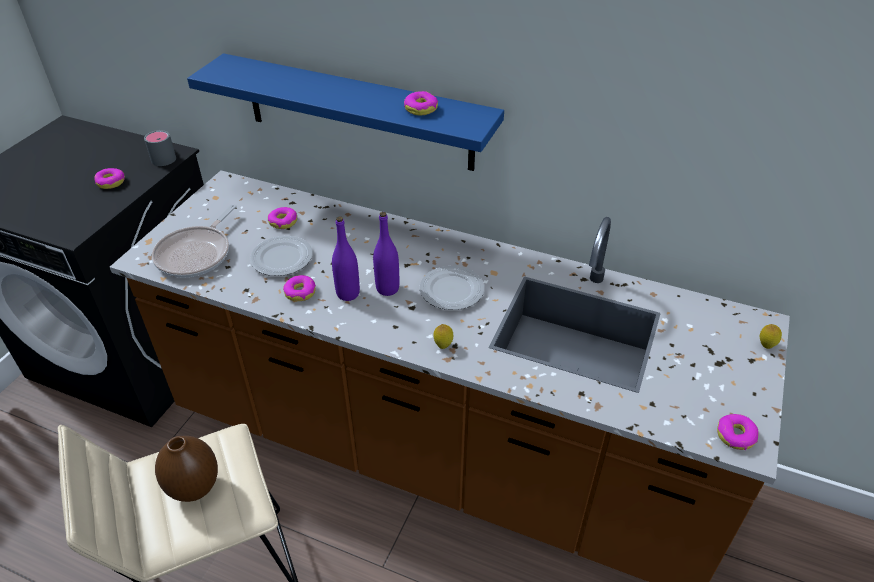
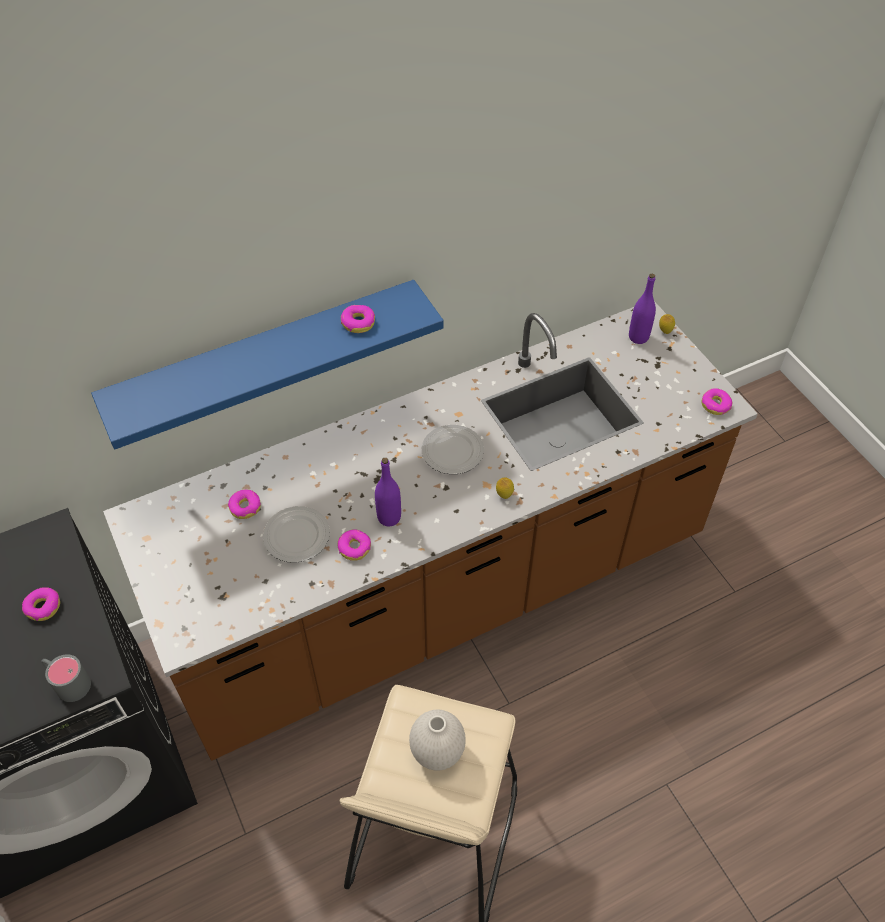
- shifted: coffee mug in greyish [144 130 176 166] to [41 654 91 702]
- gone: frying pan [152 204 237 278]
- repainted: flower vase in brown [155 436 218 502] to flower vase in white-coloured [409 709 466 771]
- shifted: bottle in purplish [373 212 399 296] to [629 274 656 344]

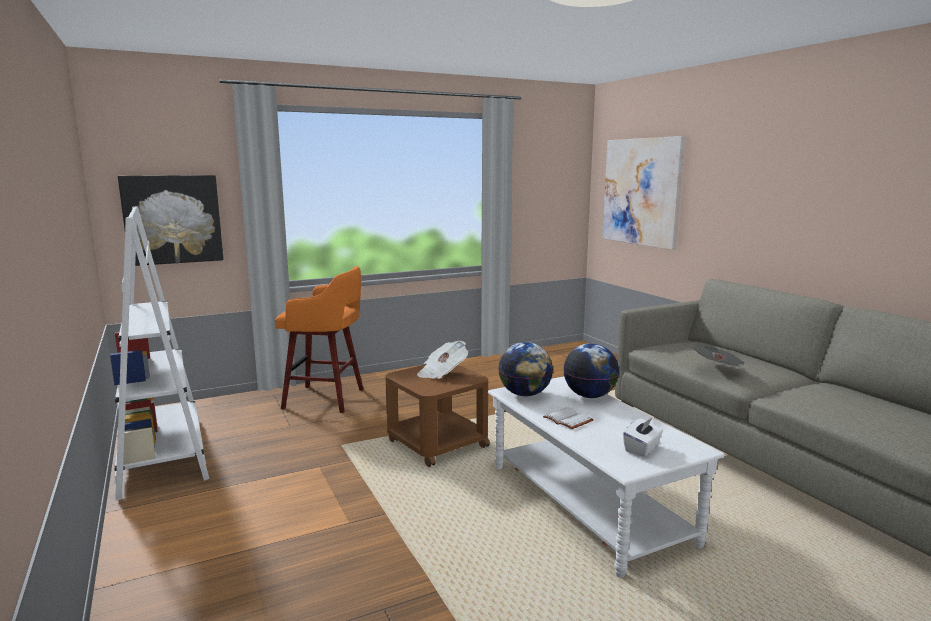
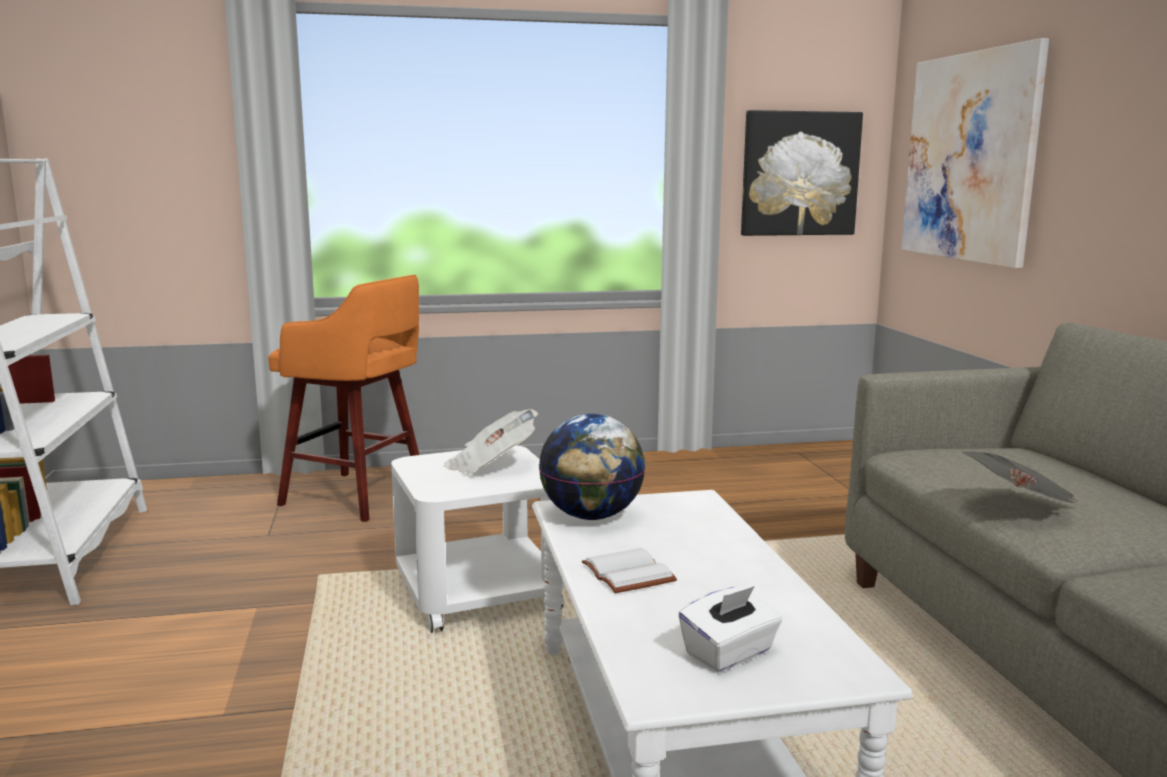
- shifted: wall picture [118 175 223 266] to [741 110 863 236]
- repainted: side table in brown [385 364 490 467] to side table in white-coloured [391 446 564 633]
- gone: world globe [564 343 619 398]

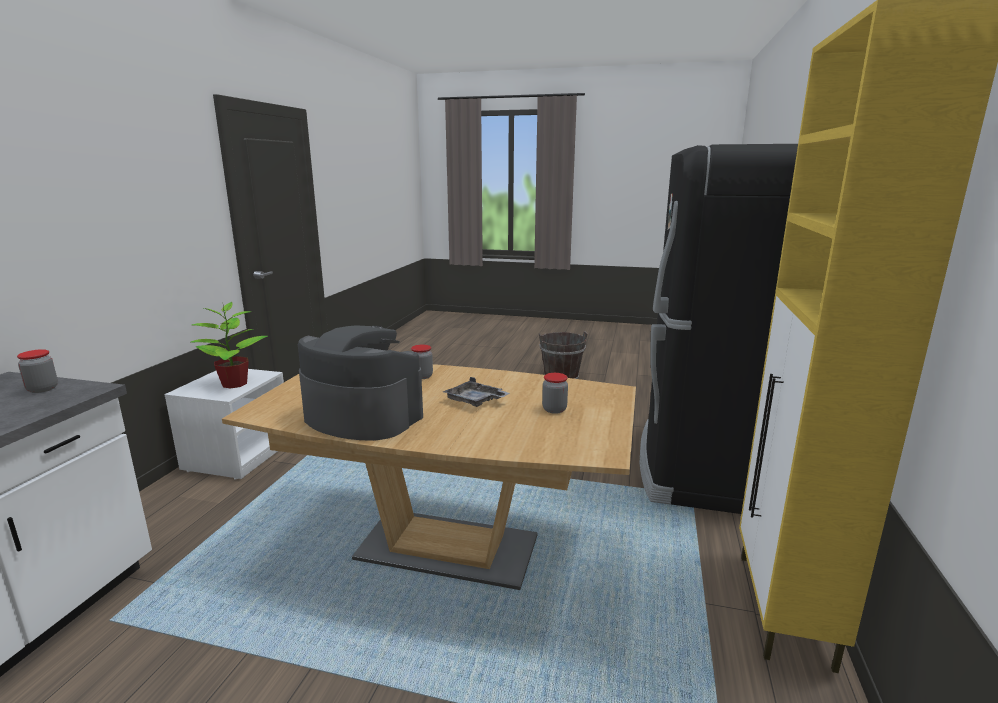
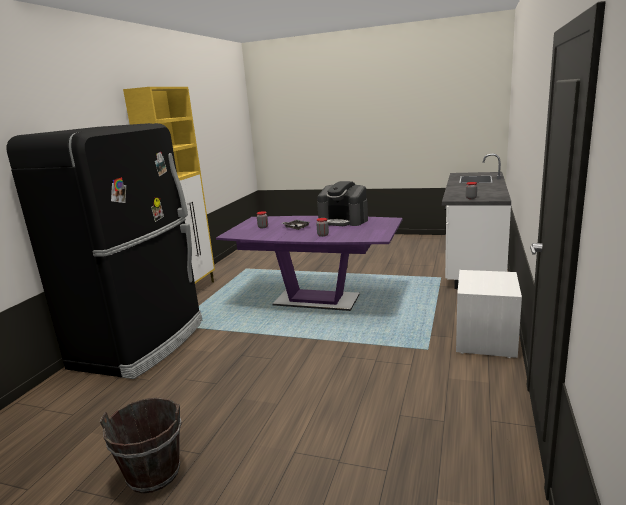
- gone: potted plant [191 301 268 389]
- repainted: dinner table in brown [222 364 636 590] to dinner table in purplish [216 216 403 311]

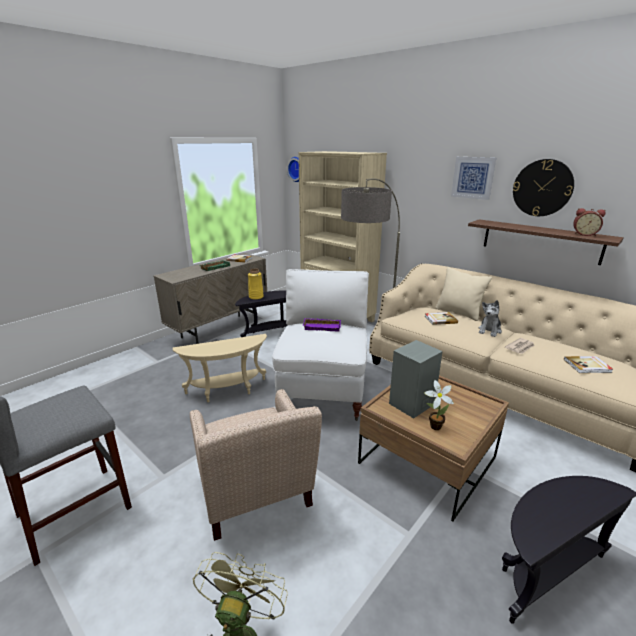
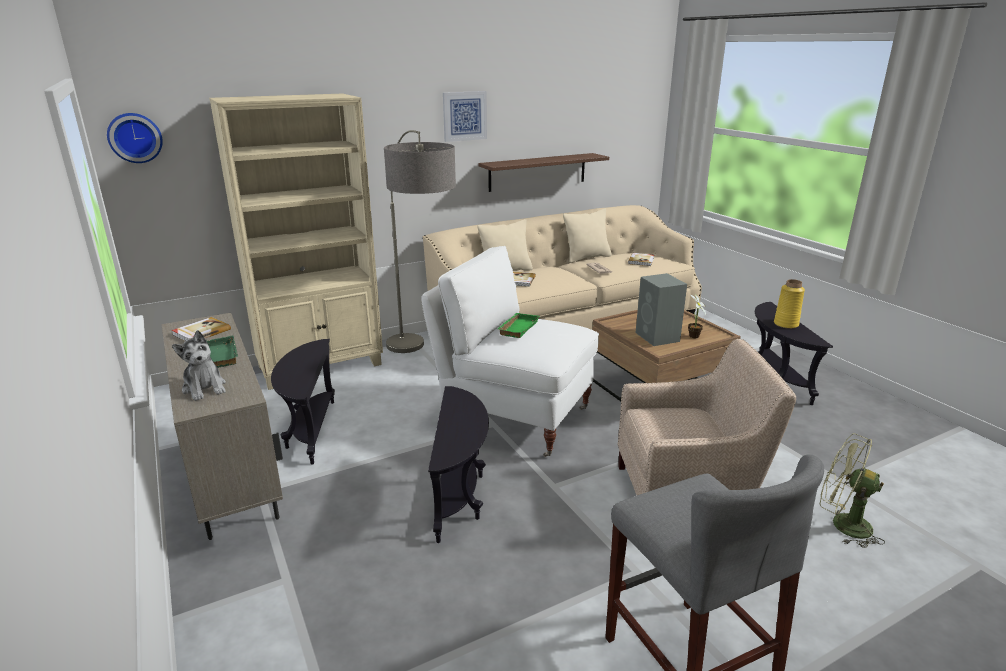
- repainted: side table in sand-coloured [173 334 267 402] to side table in black [428 386 489 543]
- shifted: flower vase in yellowish [248 269 264 300] to [774 279 805 329]
- repainted: serving tray in purplish [303 318 341 331] to serving tray in green [498 313 539 338]
- shifted: soft toy [479 300 502 337] to [172 330 226 401]
- gone: clock on the wall [513 159 574 216]
- gone: bedside clock [573 208 606 236]
- new: throw pillow in sand-coloured [563 209 612 263]

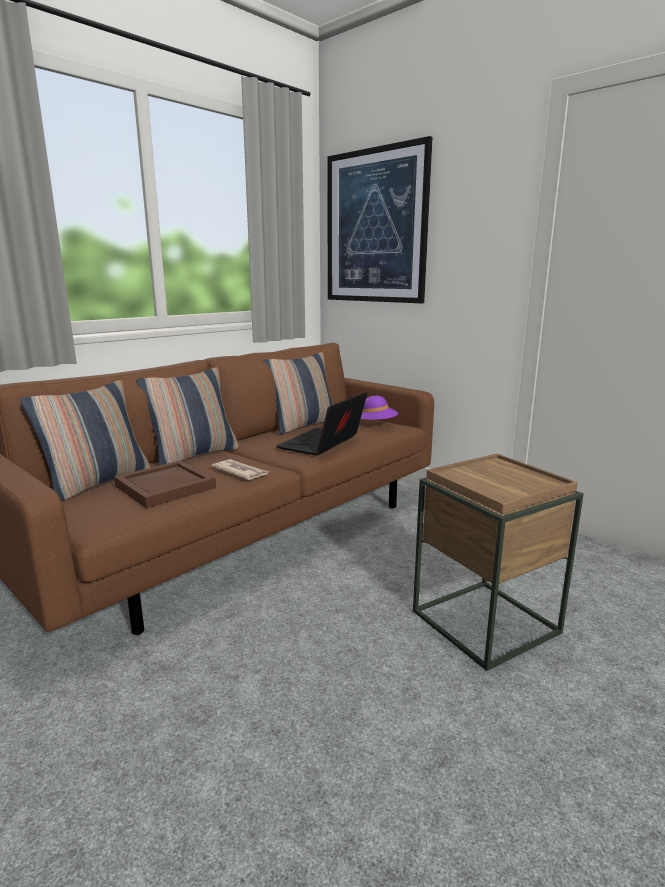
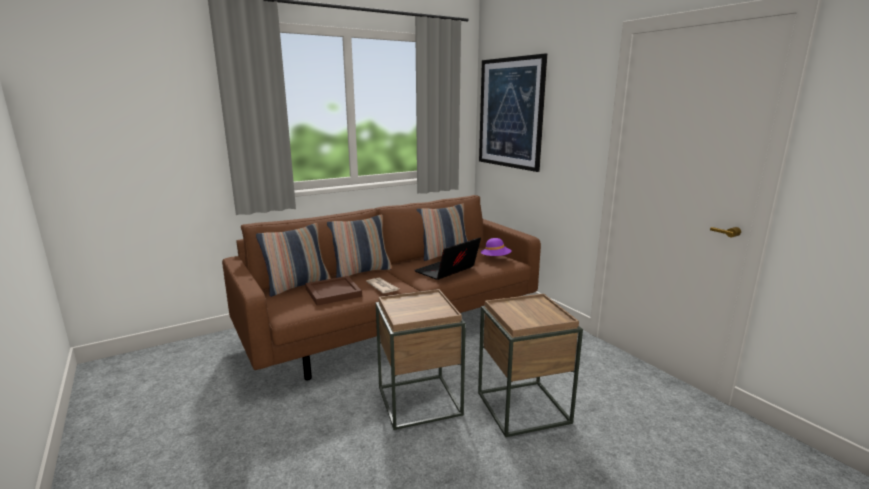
- new: side table in brown [376 289 466 430]

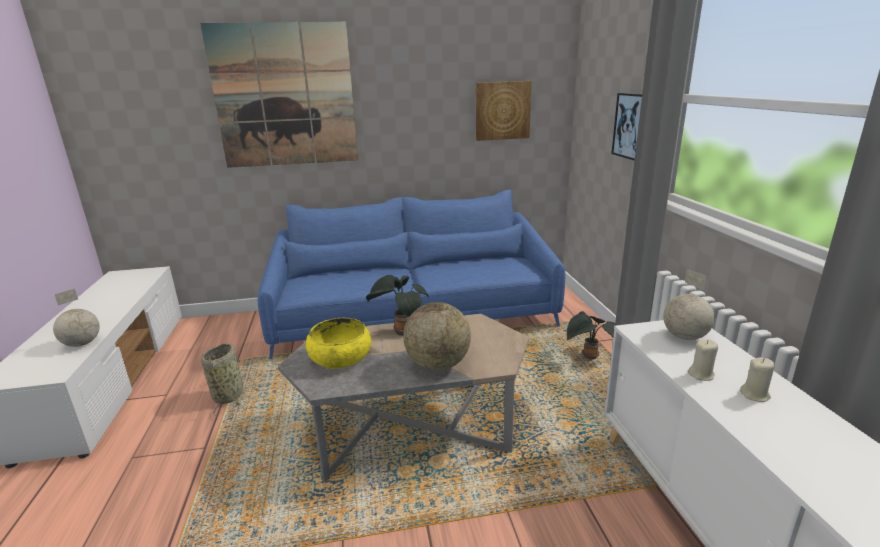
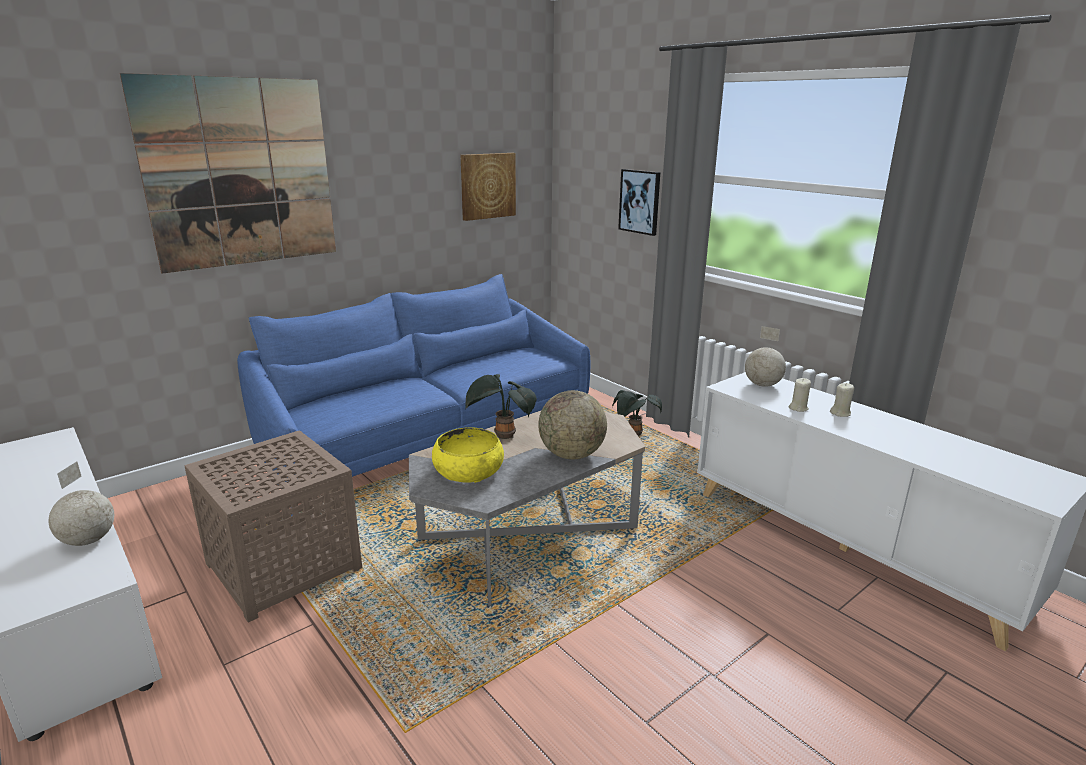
- swapped: basket [201 343 243 416] to side table in brown [184 430 362 622]

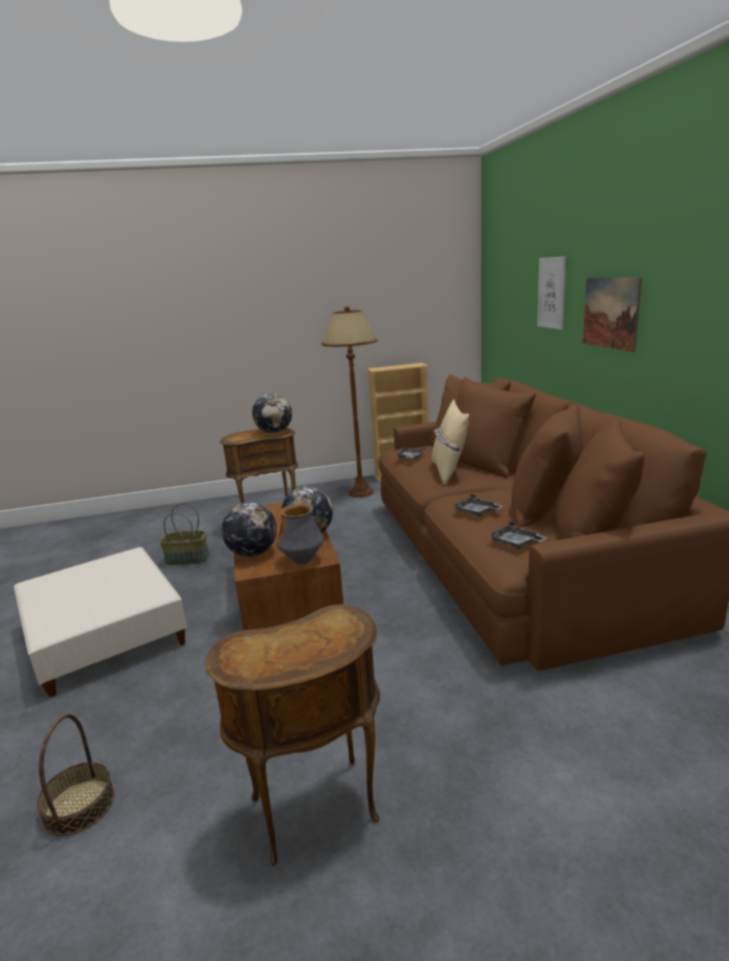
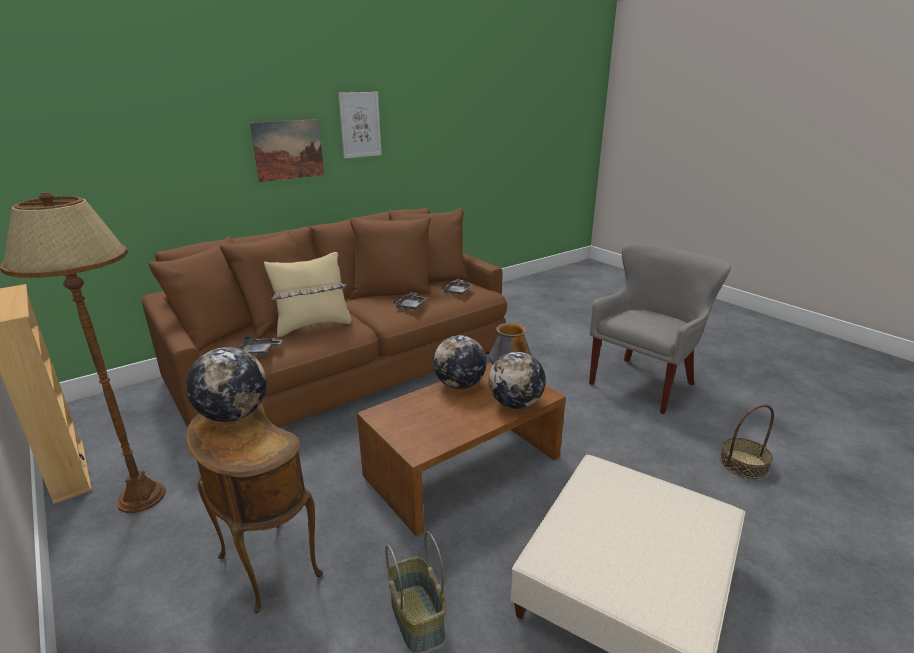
- swapped: side table in brown [205 604 380 866] to armchair in greyish [589 243 731 414]
- shifted: wall picture [537 256 566 330] to [338 92 381 159]

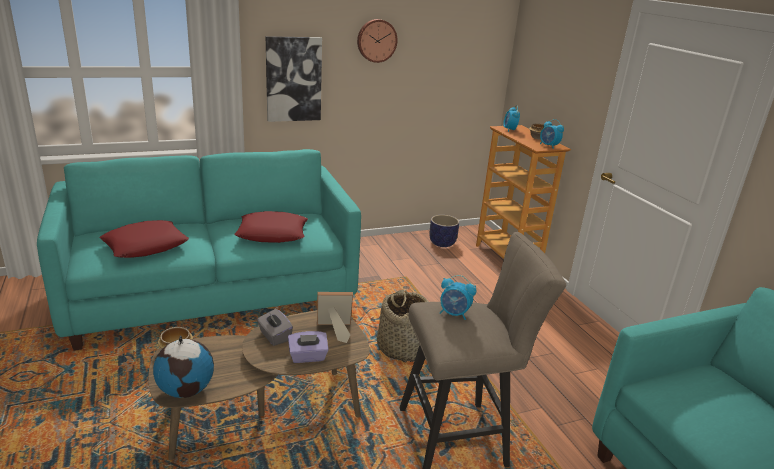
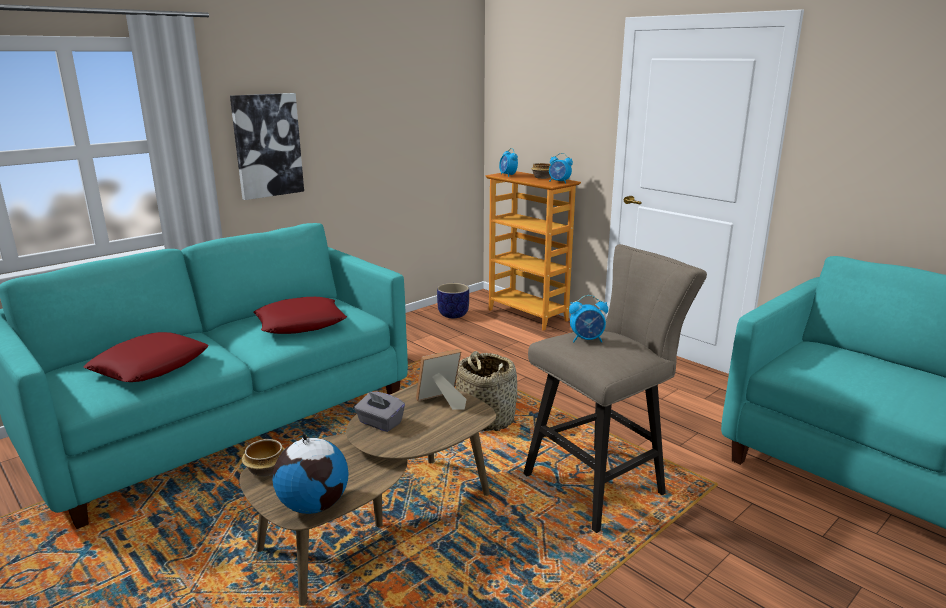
- gone: box of tissues in purplish [288 331 329 363]
- gone: clock on the wall [357 19 398 63]

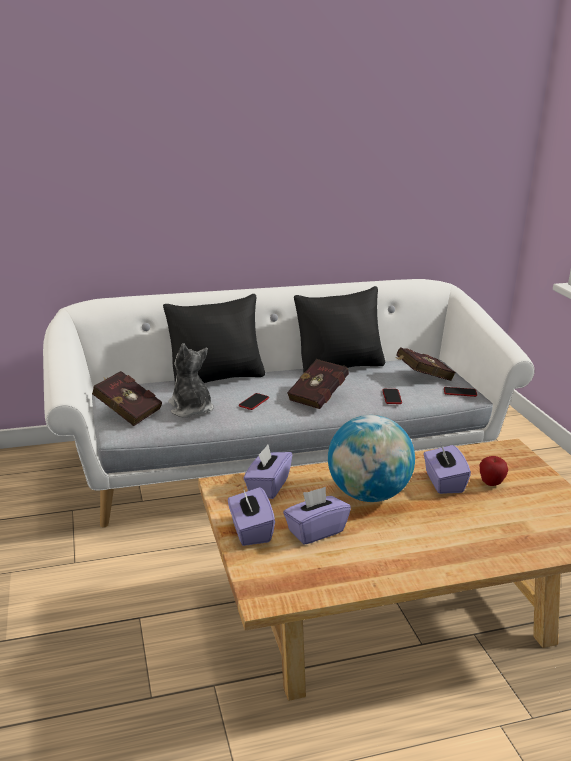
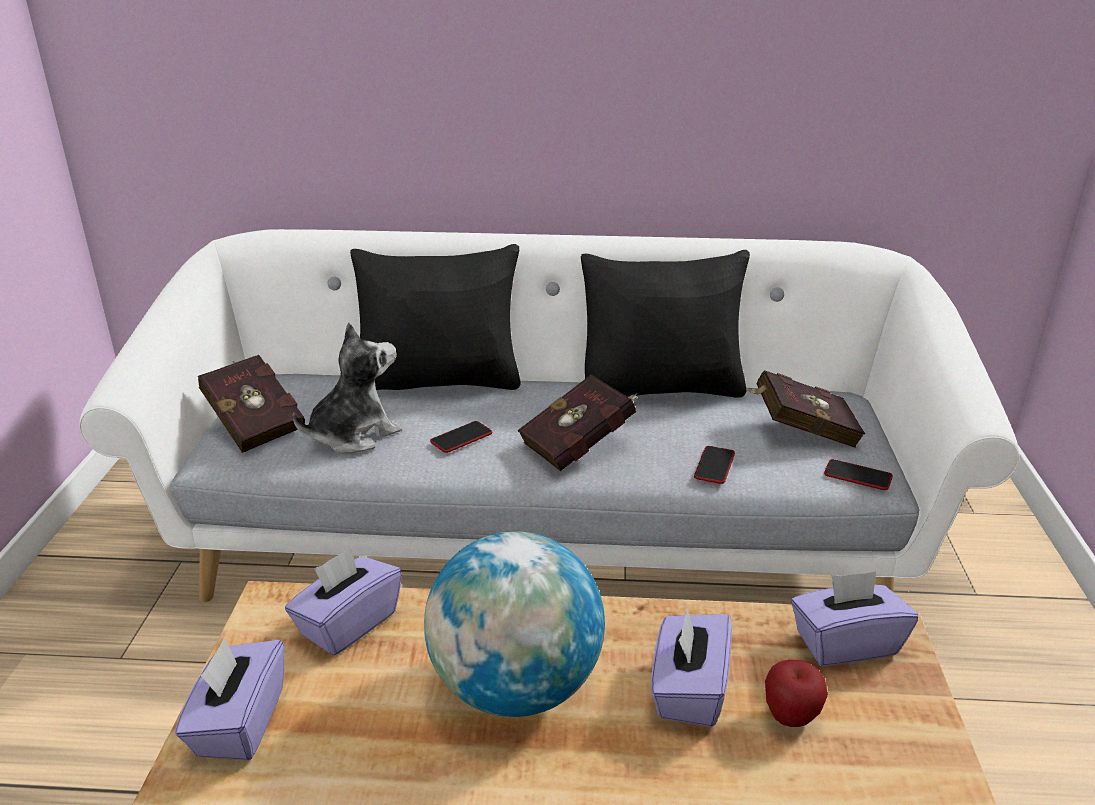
- rotated: soft toy [168 343 214 418] = [292 323 402 453] 60 degrees clockwise
- shifted: box of tissues in purplish [283 487 351 545] to [791 571 918 666]

